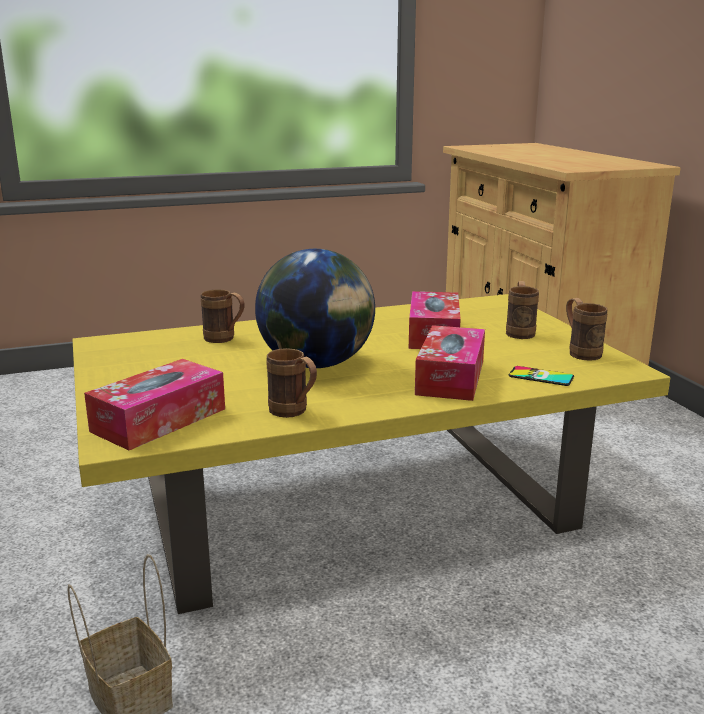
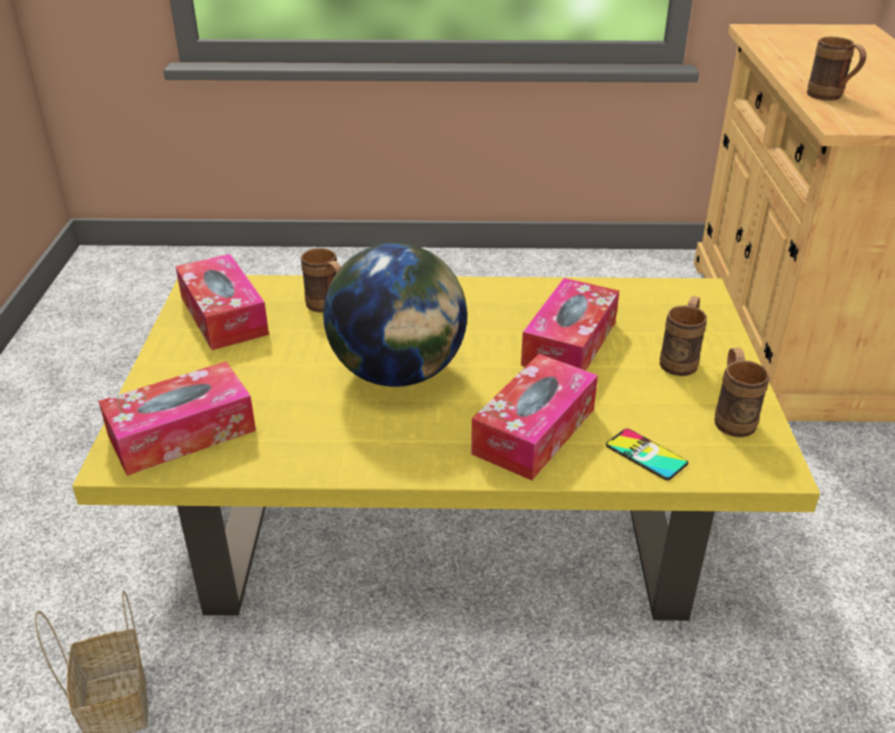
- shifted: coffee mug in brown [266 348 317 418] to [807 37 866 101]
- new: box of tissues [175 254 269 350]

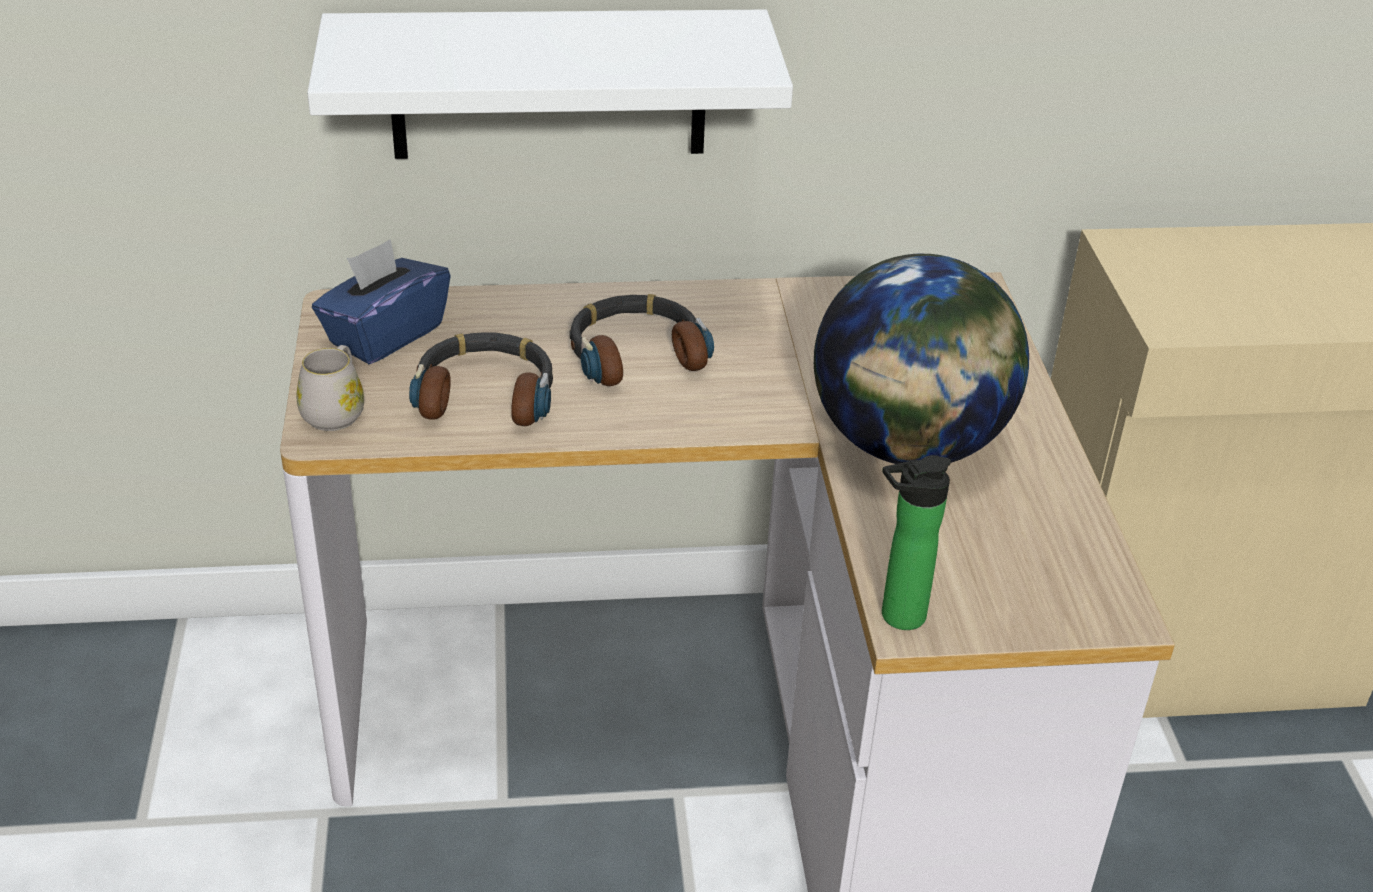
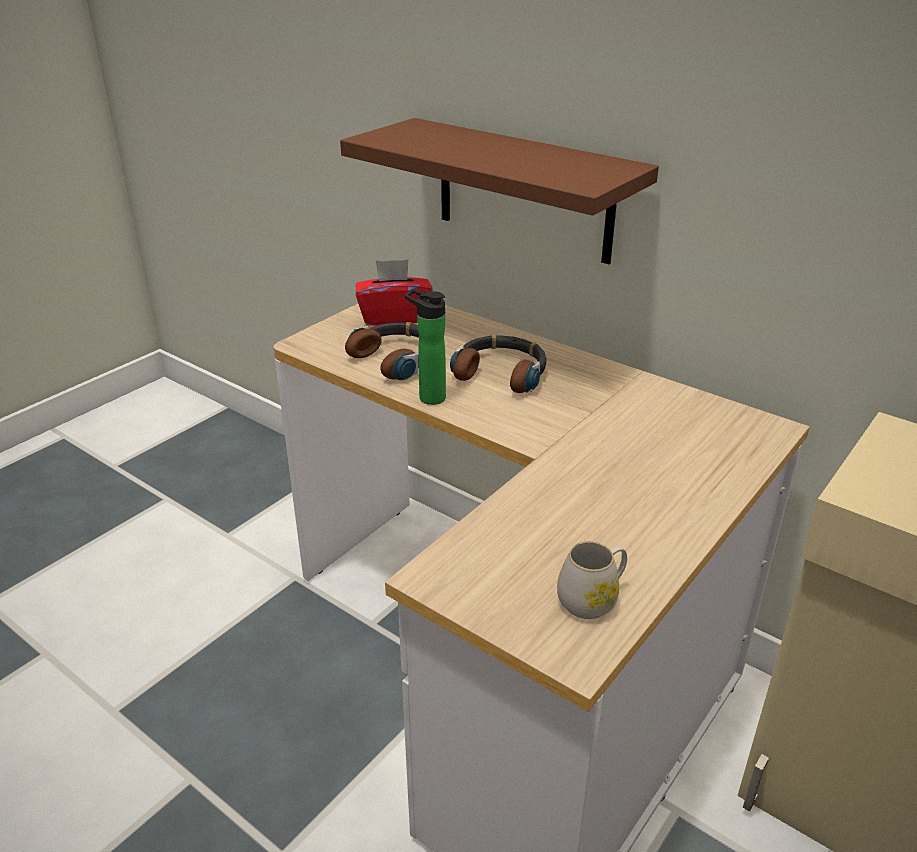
- shifted: coffee mug in white-coloured [297 345 364 431] to [557 541 627 619]
- repainted: shelf in white-coloured [307 10 793 159] to shelf in brown [340 118 659 264]
- repainted: box of tissues in blue [312 239 451 364] to box of tissues in red [356 260 433 325]
- gone: world globe [814 254 1029 464]
- shifted: bottle [882 455 951 630] to [405 289 446 405]

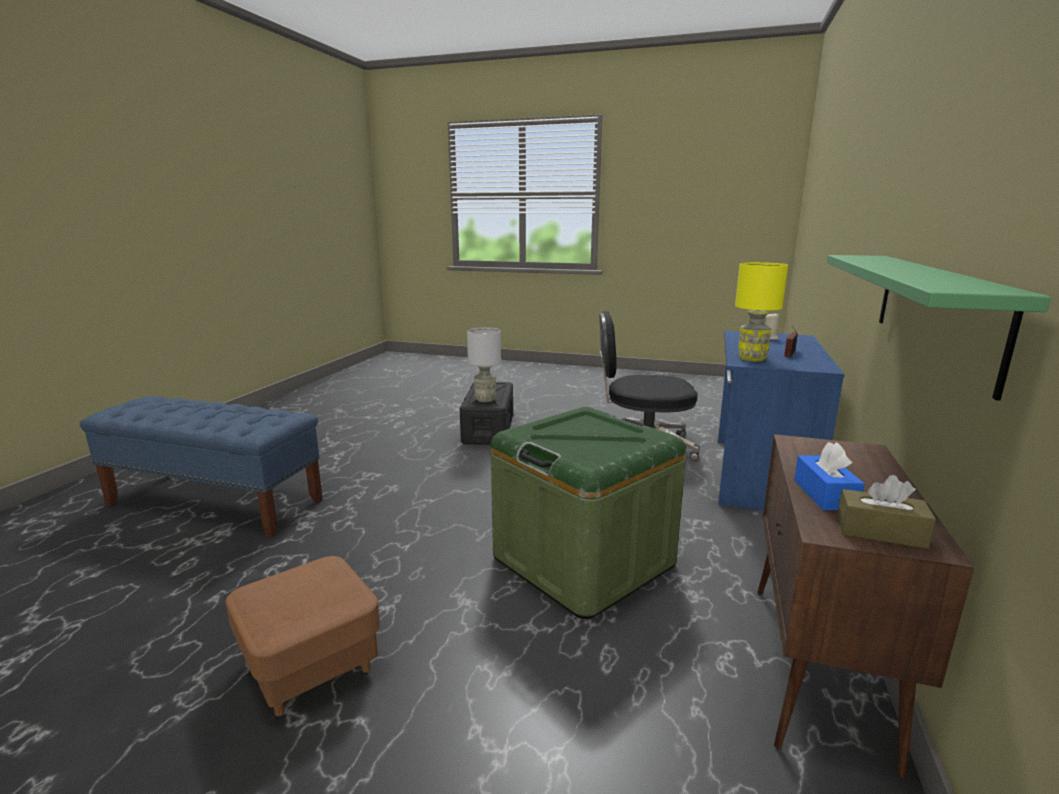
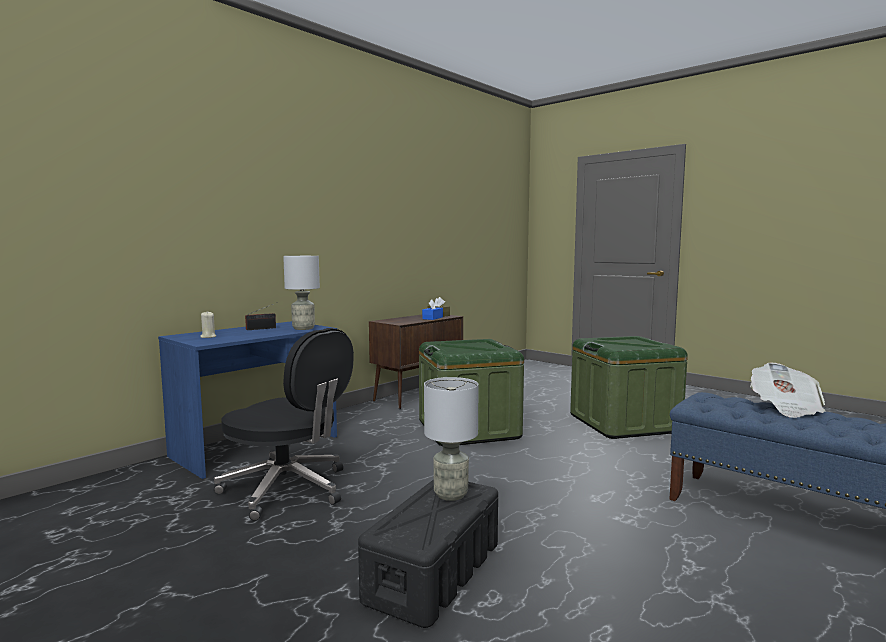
- swapped: pouffe in brown [226 556 380 716] to storage bin in green [570 336 688 439]
- repainted: lamp for a table in yellowish [735 262 788 362] to lamp for a table in greyish [283 256 320 330]
- gone: shelf in green [827 255 1051 401]
- new: printed paper [750 363 826 418]

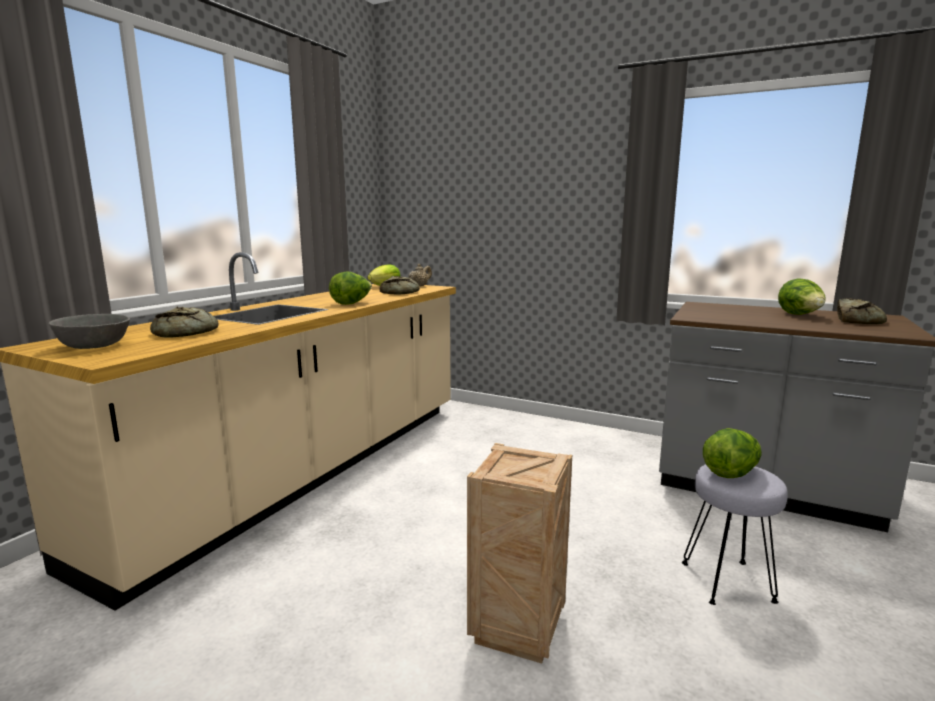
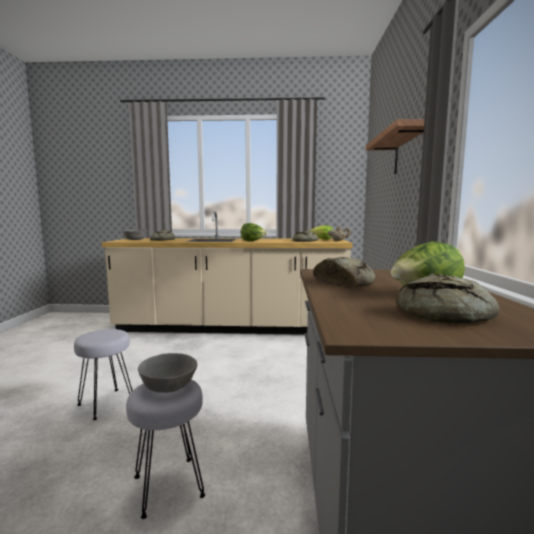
- swapped: packing crate [467 443 572 663] to stool seat in greyish [74 329 133 420]
- swapped: head of lettuce [703 428 762 478] to deep dish in greyish [138 353 197 393]
- new: bakery bread [313 257 376 287]
- new: shelf [366 119 424 174]

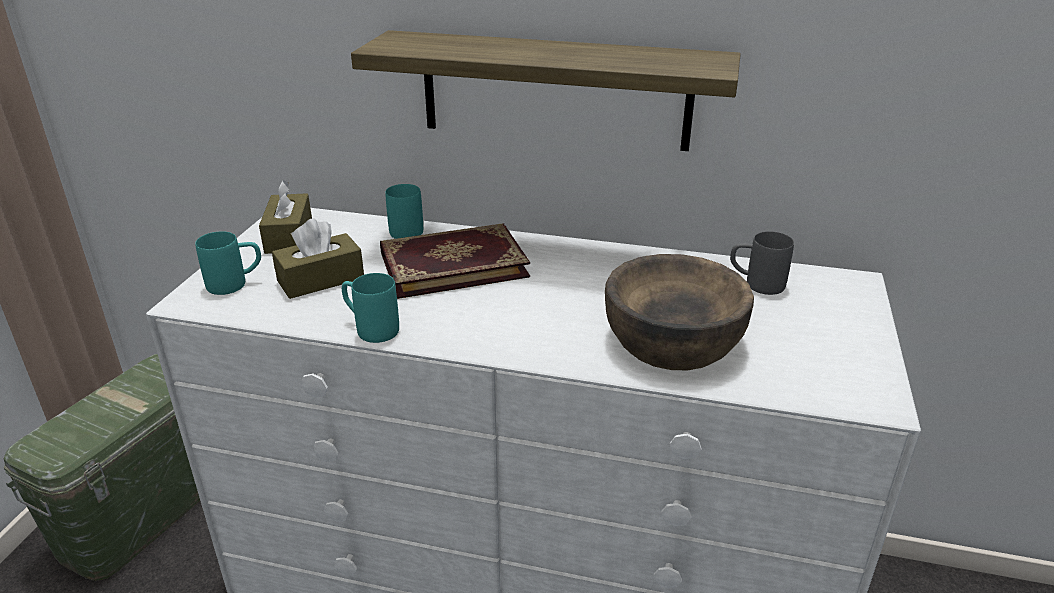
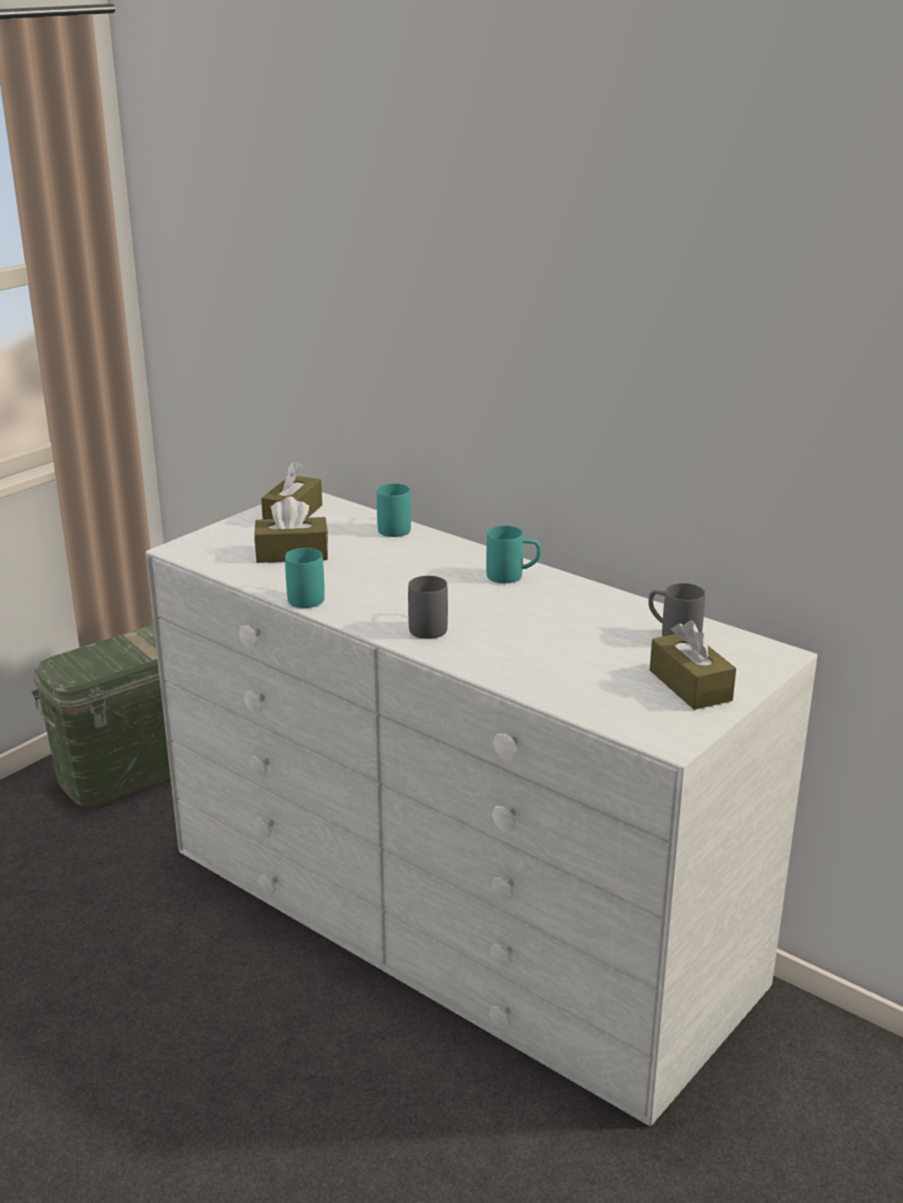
- shifted: coffee mug in turquoise [195 231 261 295] to [486 525 541 583]
- gone: shelf [351 30 741 151]
- gone: book [380 223 530 299]
- gone: deep dish in brown [605 254 754 370]
- new: coffee mug in greyish [408 576 448 639]
- new: box of tissues in brown [650 620 736 710]

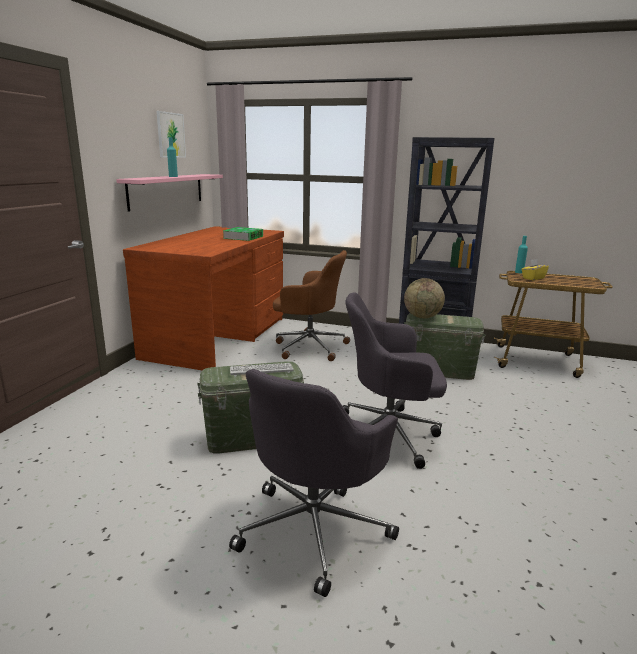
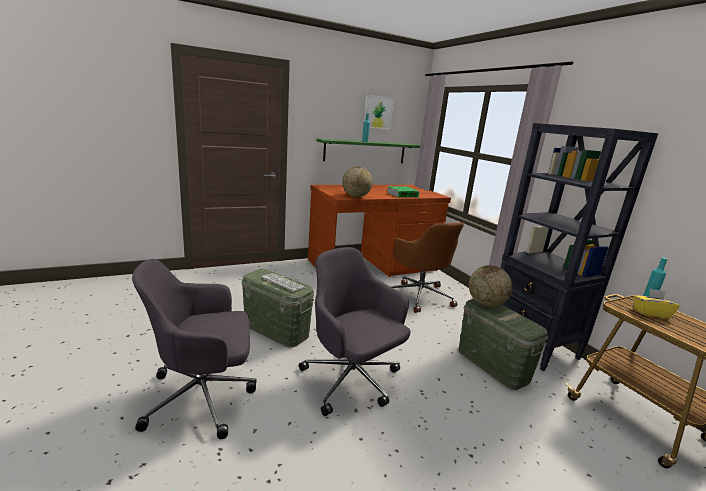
- repainted: shelf in pink [116 174 223 212] to shelf in green [317 139 420 163]
- new: world globe [342 167 373 197]

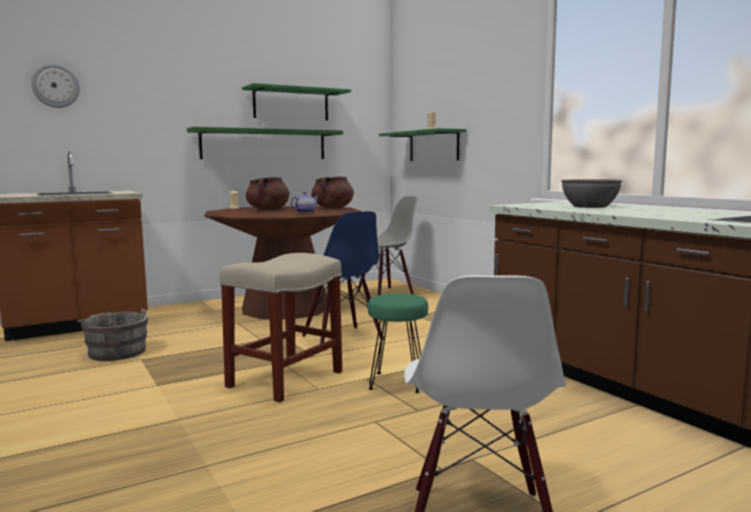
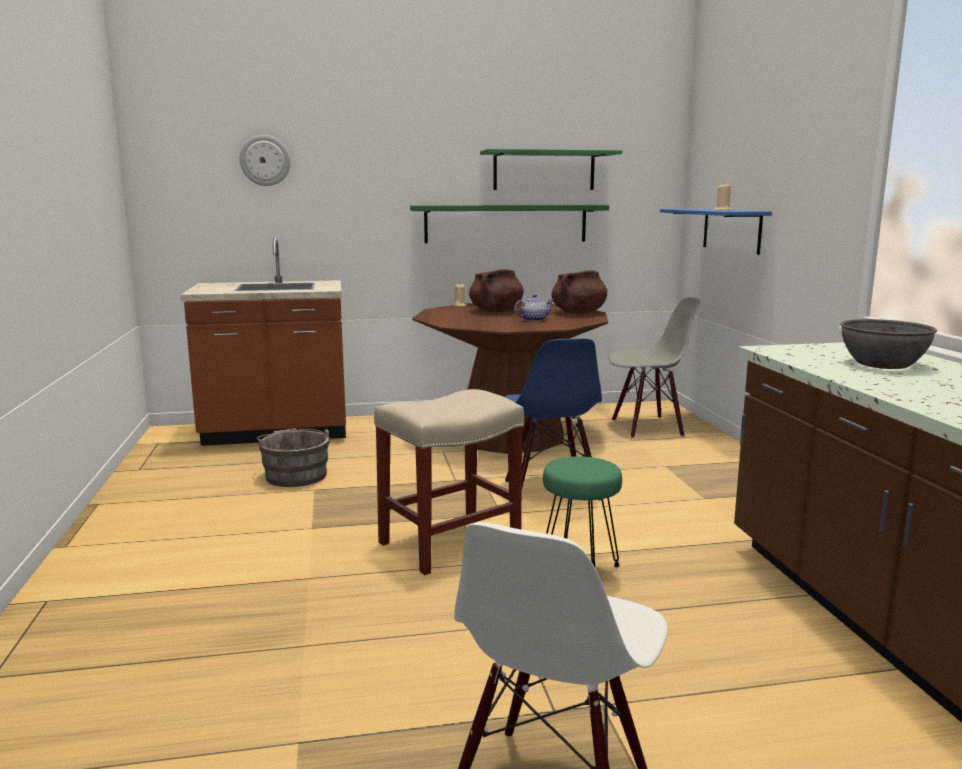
- repainted: shelf in green [379 128 467 161] to shelf in blue [660 209 772 255]

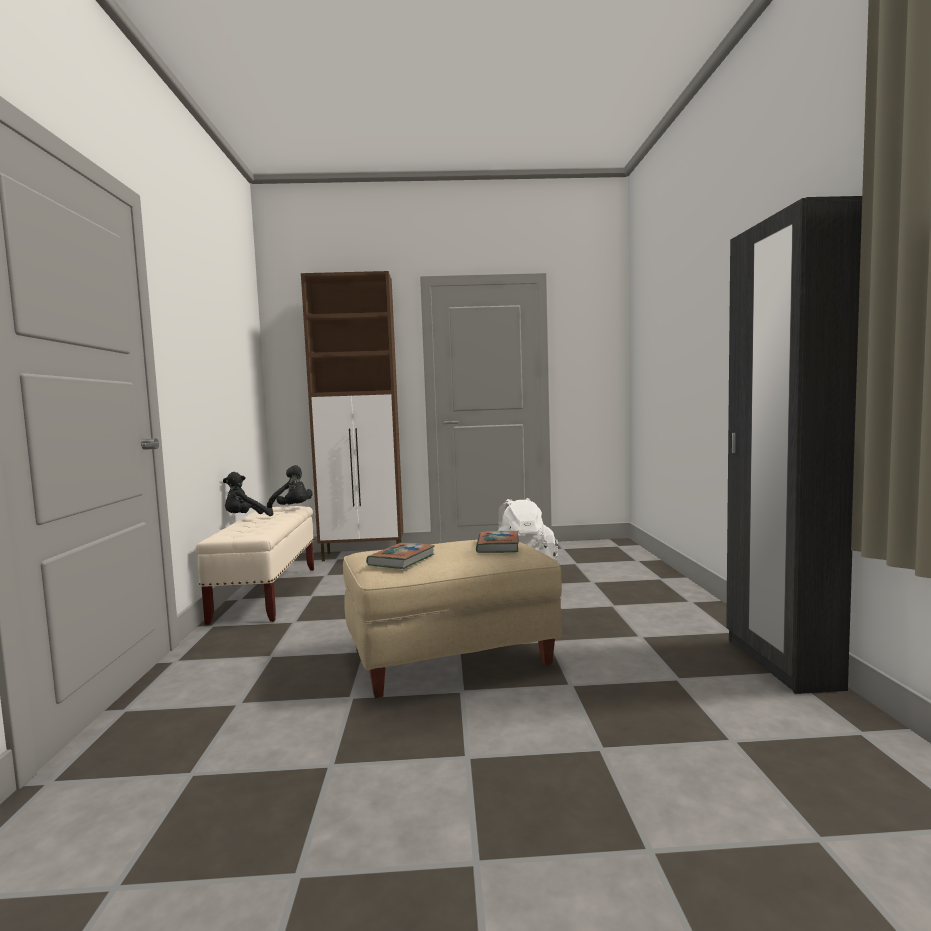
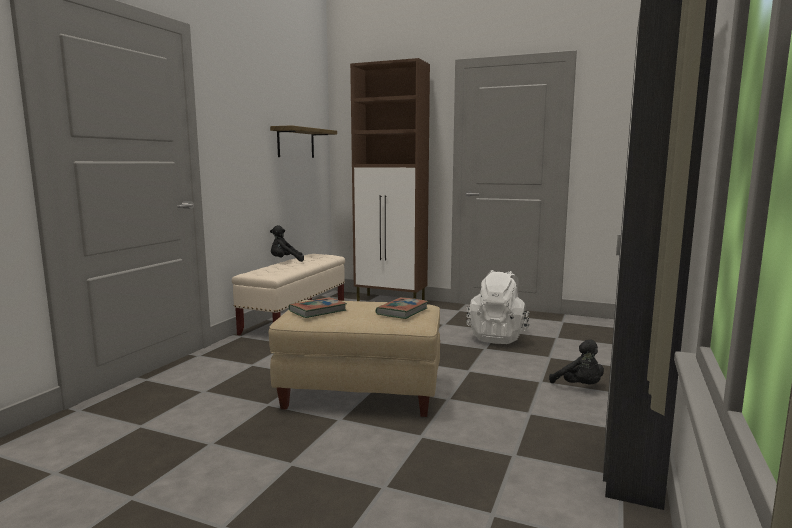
- shifted: soft toy in black [267 465 312 508] to [549 339 604 384]
- new: shelf [270 125 337 158]

